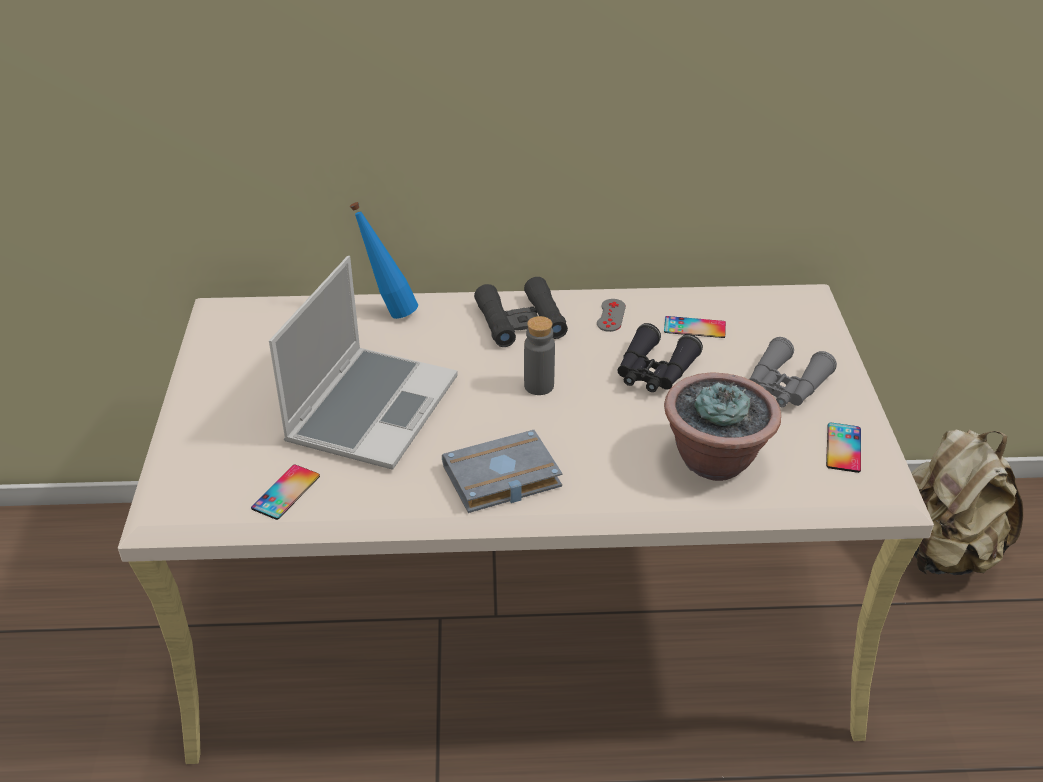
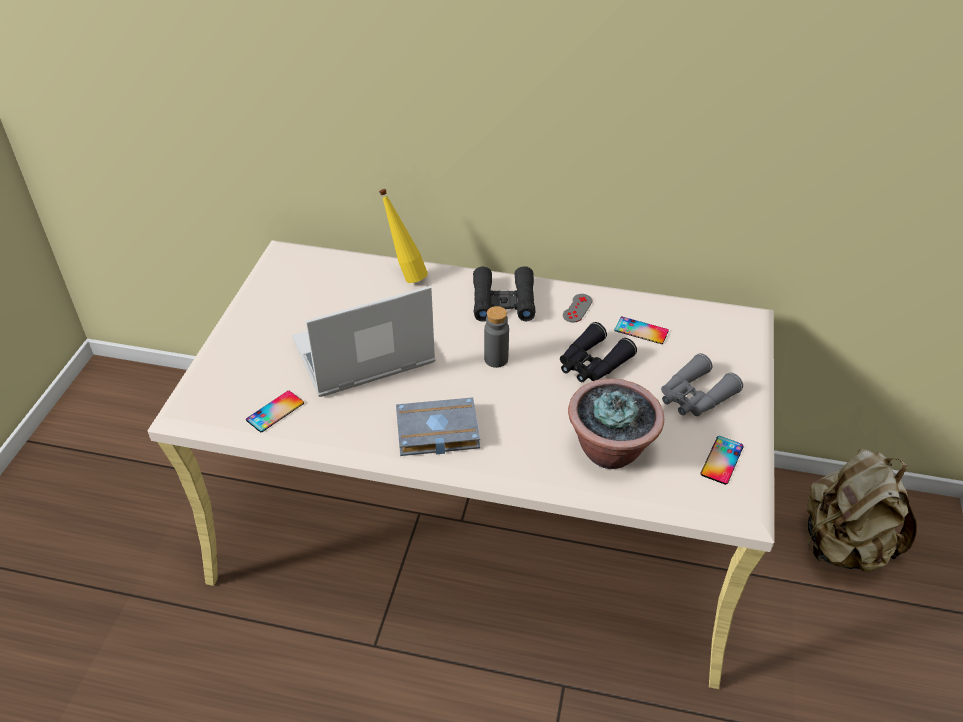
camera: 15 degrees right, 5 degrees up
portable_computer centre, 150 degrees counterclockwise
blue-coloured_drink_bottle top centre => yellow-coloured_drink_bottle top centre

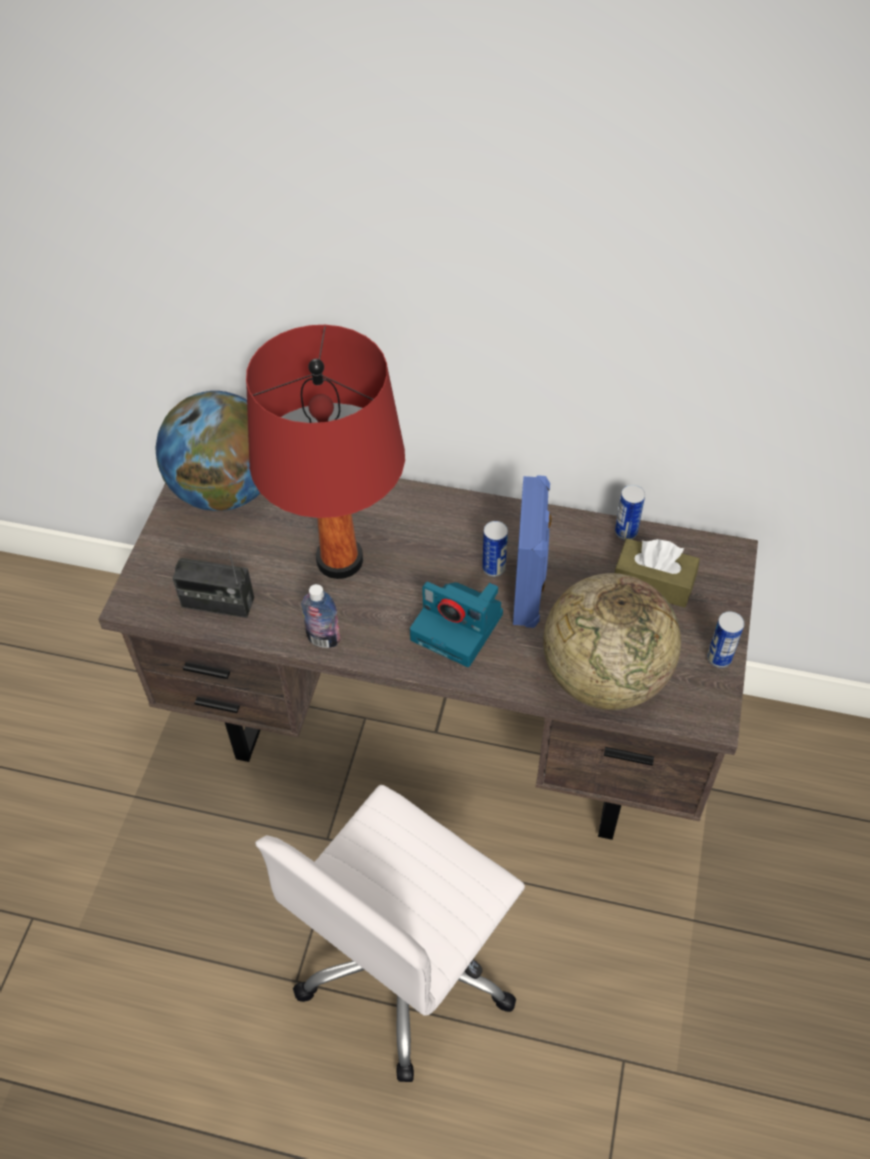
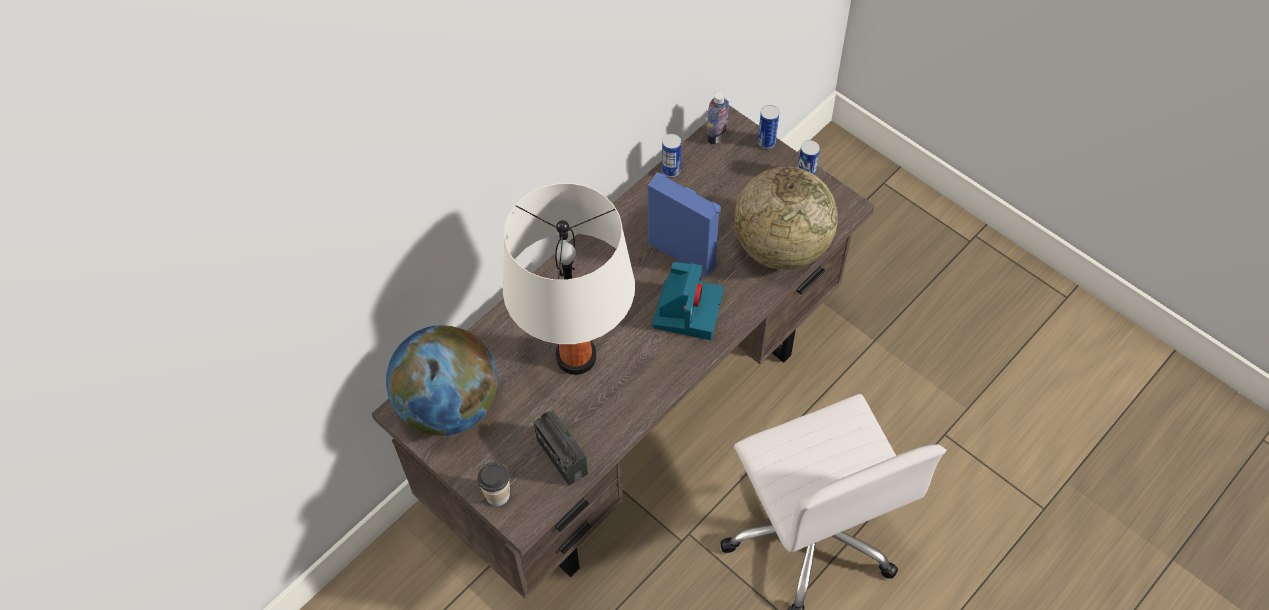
camera: 60 degrees left, 5 degrees up
radio middle left => radio bottom centre, 105 degrees clockwise
red_lamp_for_a_table centre => whitish_lamp_for_a_table centre
drink_bottle centre => drink_bottle top centre, shifted
still_camera centre, 45 degrees counterclockwise
can (no. 1 from left in the first image) centre => can (no. 2 from left) top centre, shifted
brownish_box_of_tissues middle right => nothing
nothing => drinking_cup bottom centre

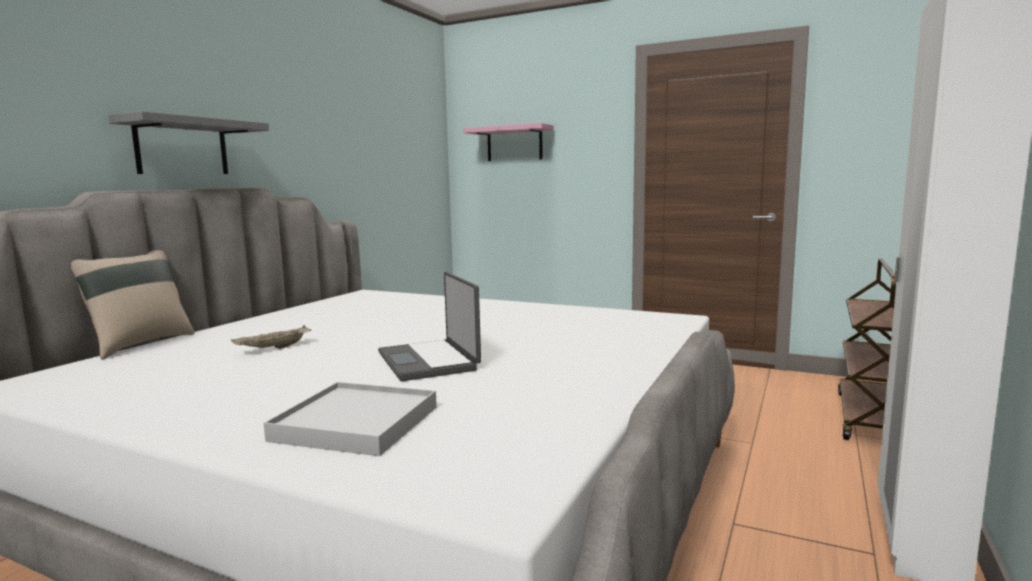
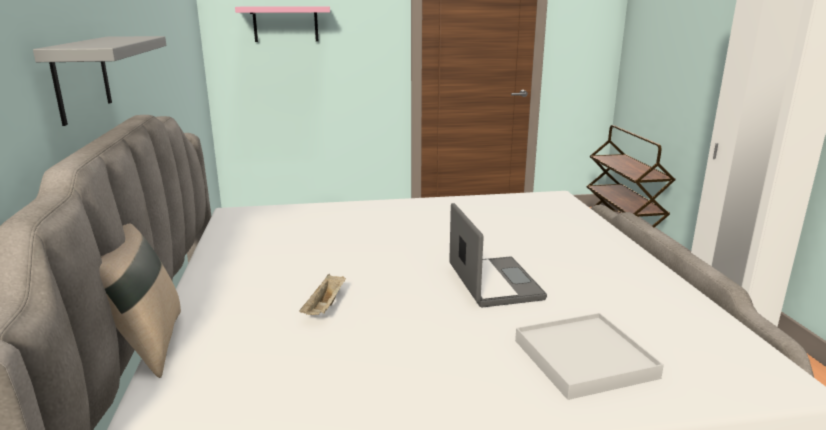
camera: 35 degrees left, 10 degrees up
portable_computer centre, 135 degrees counterclockwise

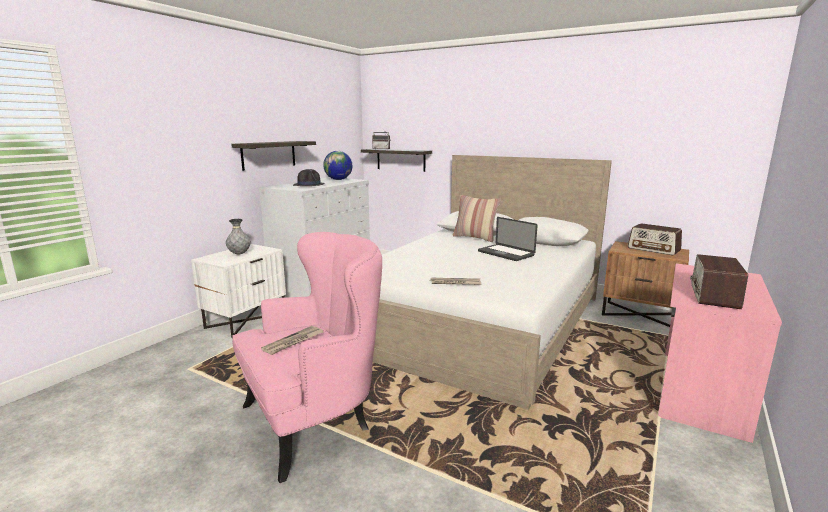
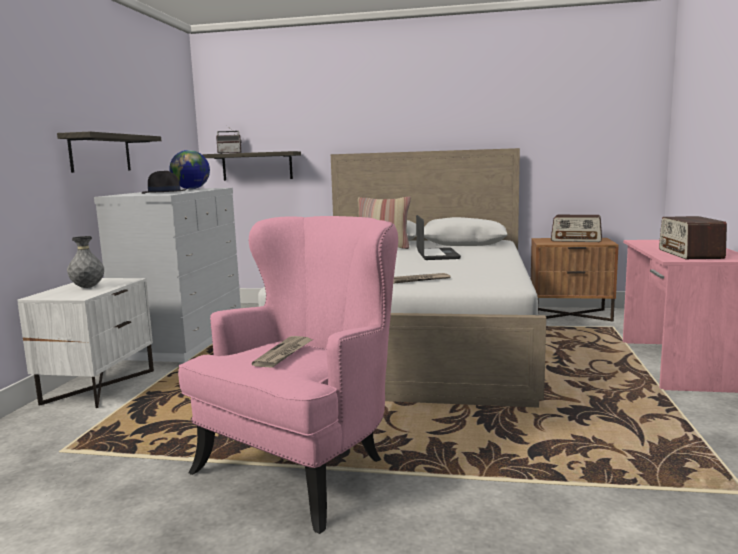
camera: 20 degrees left, 5 degrees down
portable_computer centre, 120 degrees counterclockwise

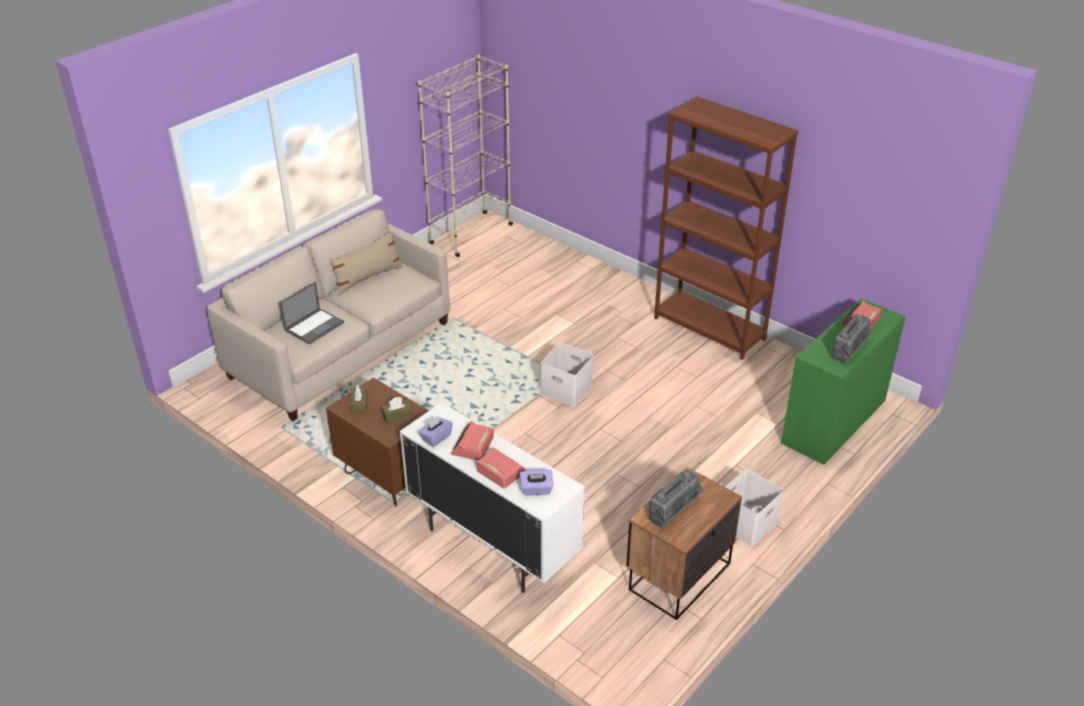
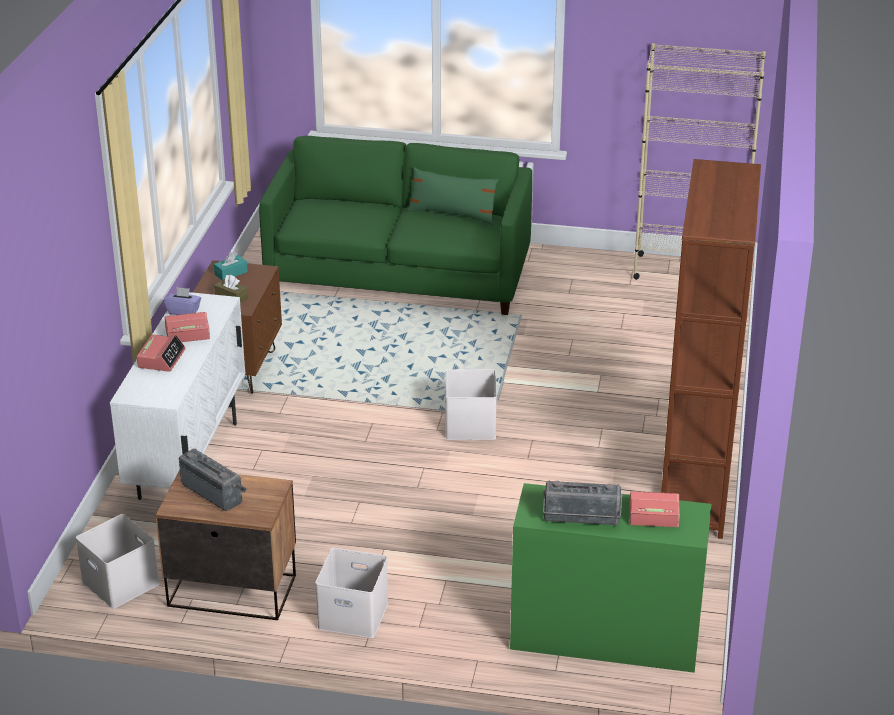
camera: 60 degrees right, 5 degrees down
sand-coloured_couch middle left => green-coloured_couch top centre
portable_computer middle left => nothing
sand-coloured_pillow centre => green-coloured_pillow top centre
brownish_box_of_tissues (no. 1 from left) middle left => blue-green_box_of_tissues middle left
purple_box_of_tissues (no. 2 from left) bottom centre => nothing
radio (no. 1 from left) bottom centre => radio (no. 1 from left) bottom left, 150 degrees counterclockwise
nothing => whitish_storage_box (no. 1 from left) bottom left

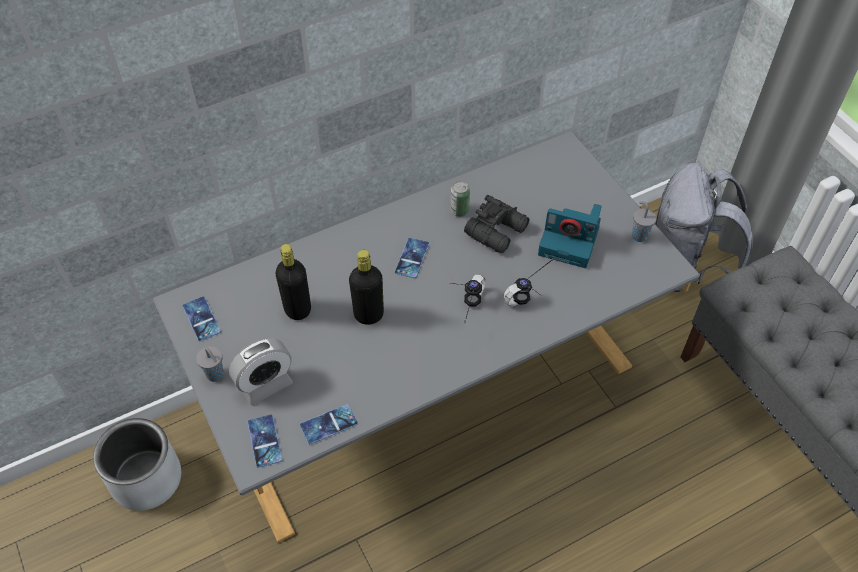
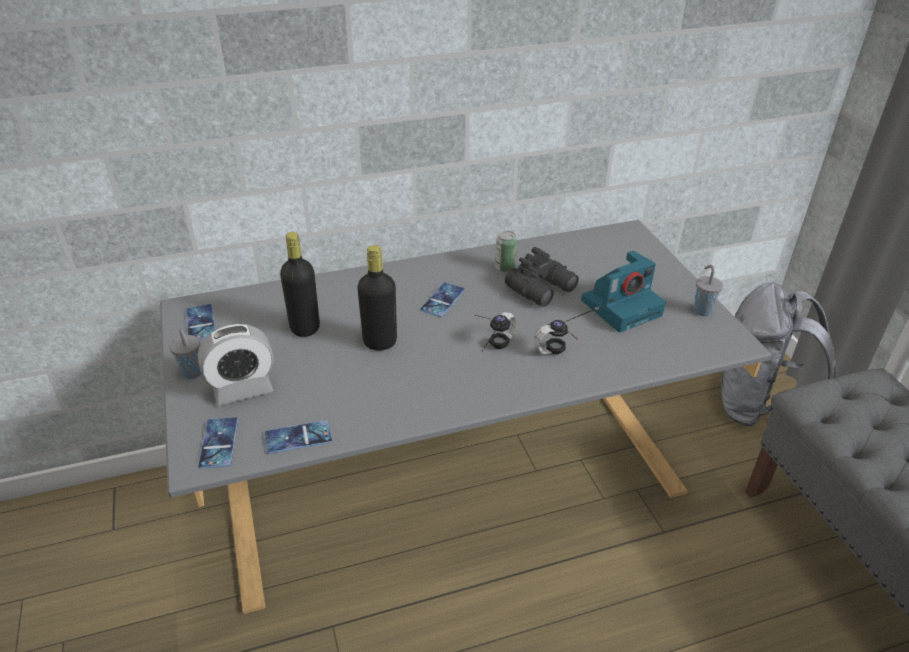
camera: 10 degrees right, 15 degrees down
gray_plant_pot bottom left => nothing
still_camera centre => still_camera middle right, 60 degrees counterclockwise

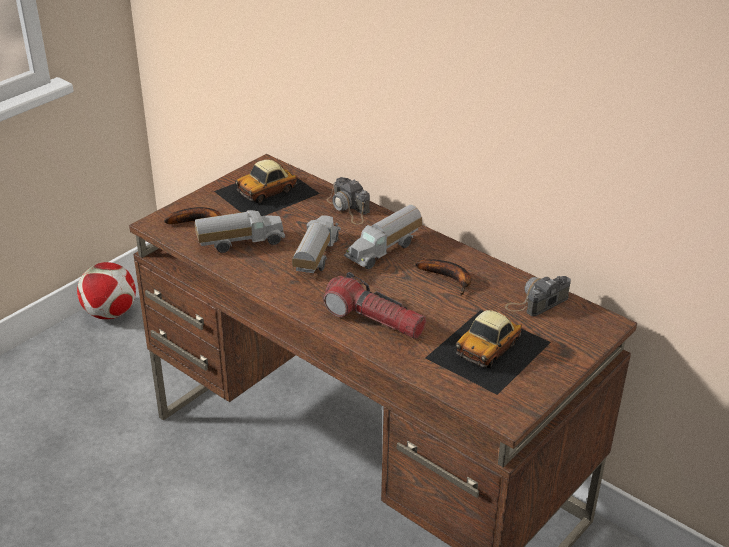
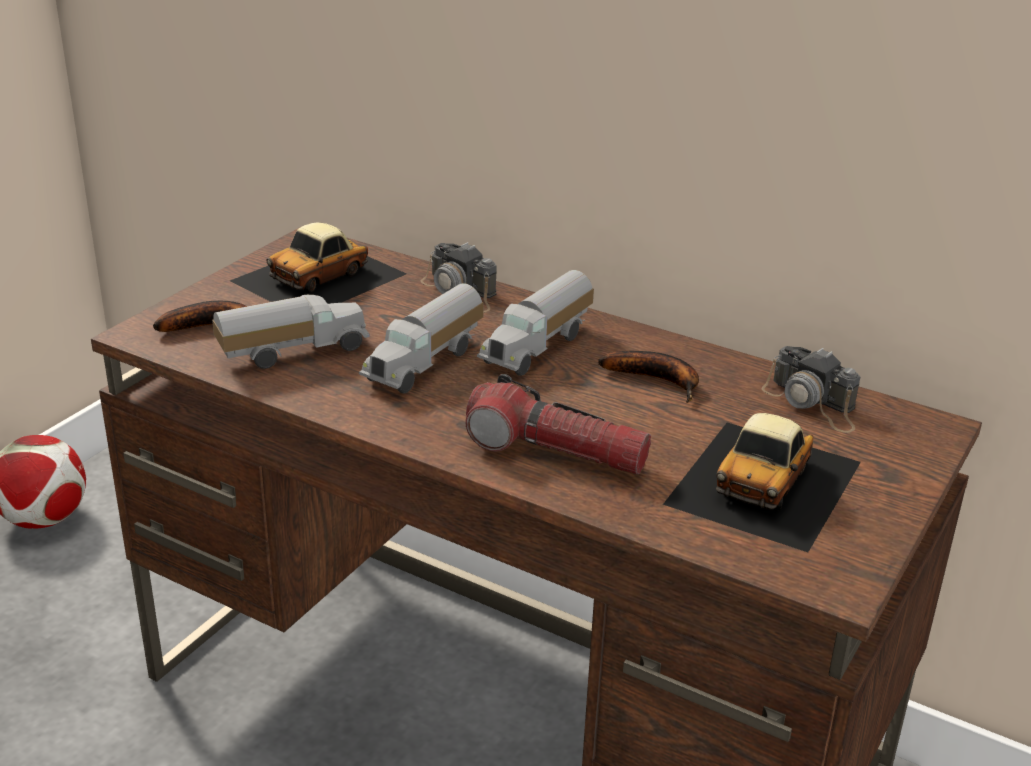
camera: 10 degrees left, 5 degrees down
model_truck (no. 2 from left) centre, 150 degrees counterclockwise
still_camera (no. 2 from left) middle right, 90 degrees counterclockwise

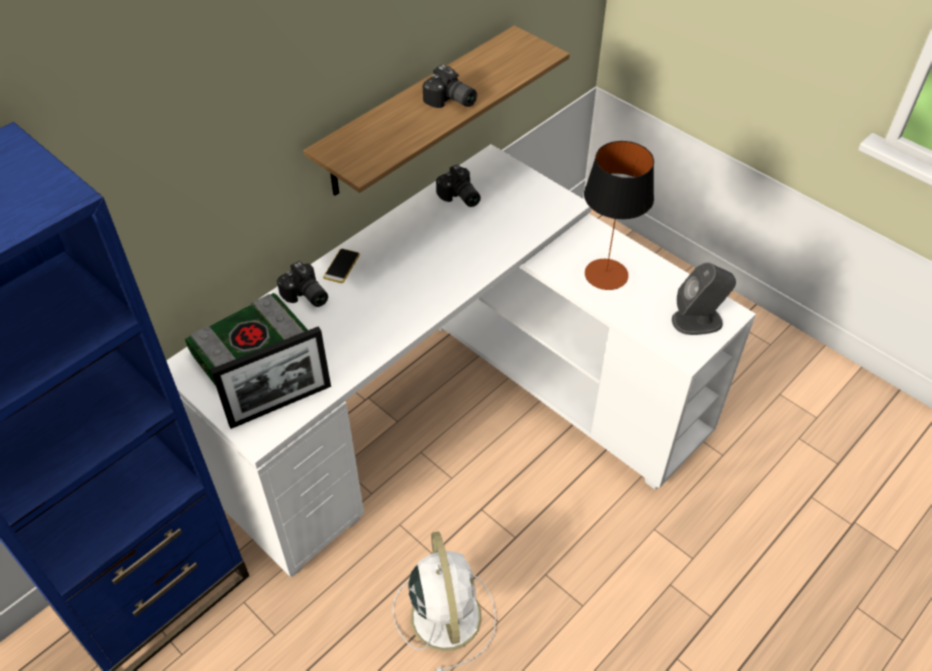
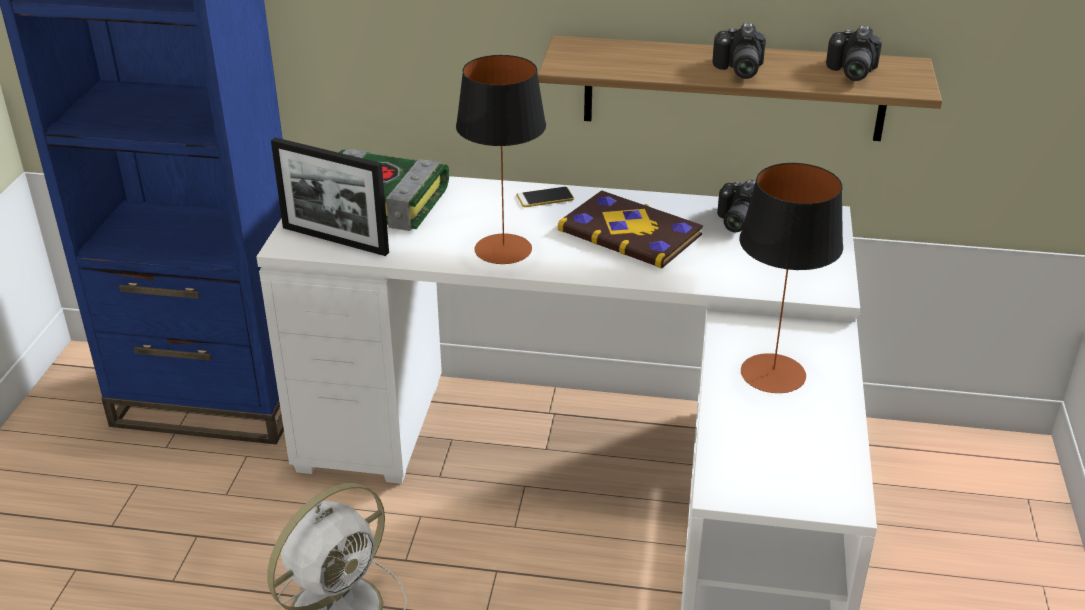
camera: 55 degrees right, 15 degrees down
still_camera (no. 1 from left in the first image) middle left => still_camera (no. 3 from left) top right, shifted
gray_speaker middle right => nothing
nothing => lamp_for_a_table (no. 1 from left) top centre
nothing => bound_book (no. 2 from left) centre

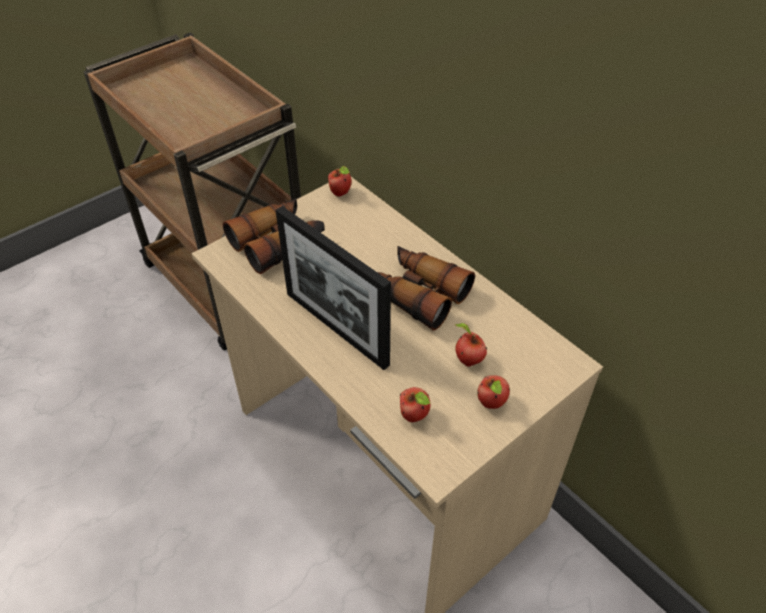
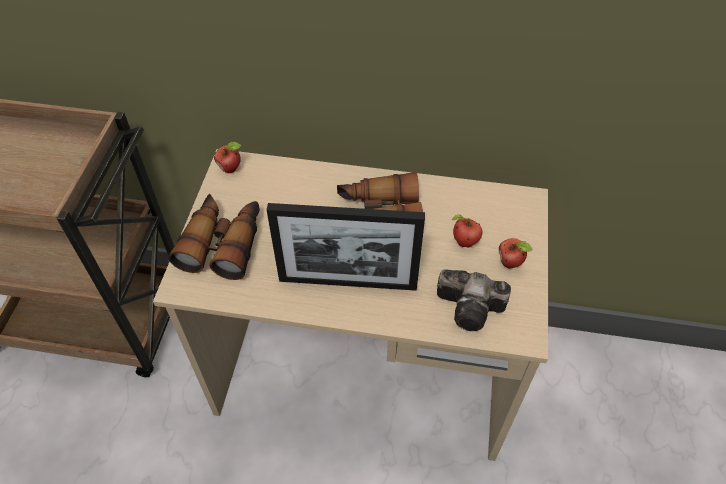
camera: 40 degrees left, 5 degrees up
whole_apple (no. 2 from left) centre => still_camera centre

